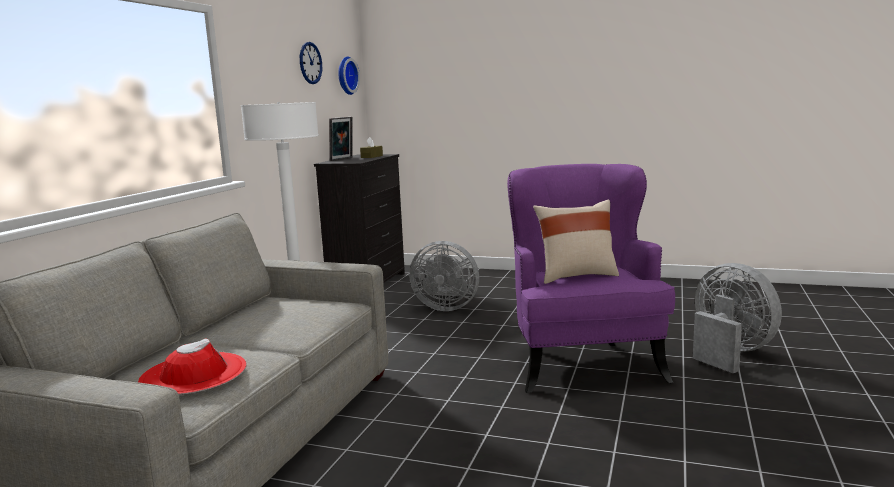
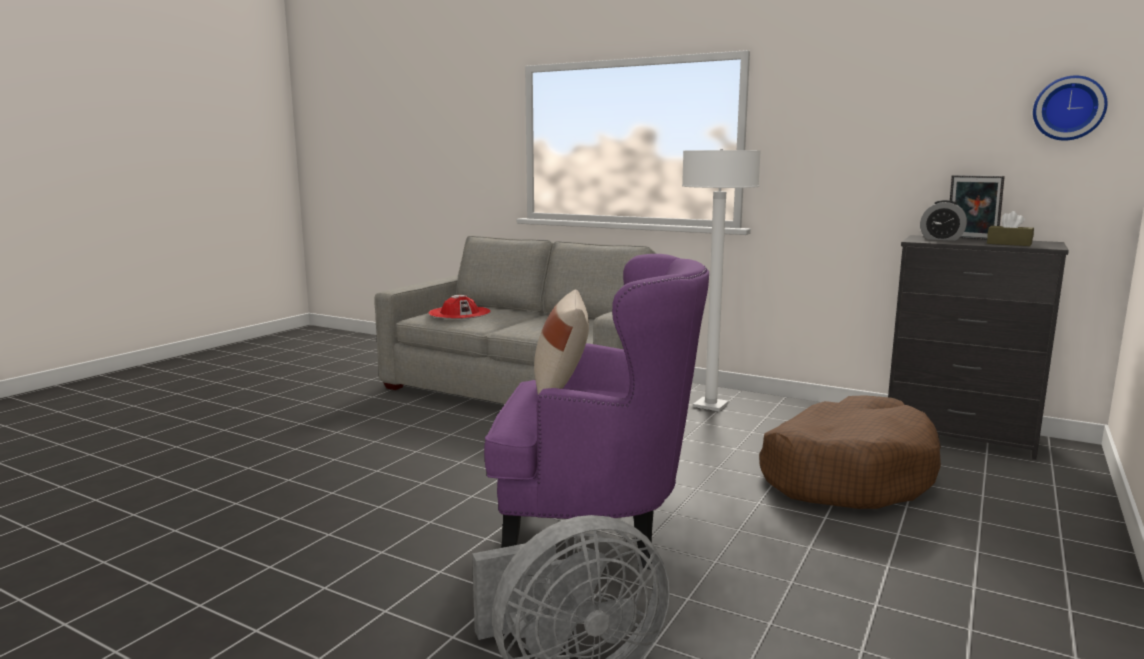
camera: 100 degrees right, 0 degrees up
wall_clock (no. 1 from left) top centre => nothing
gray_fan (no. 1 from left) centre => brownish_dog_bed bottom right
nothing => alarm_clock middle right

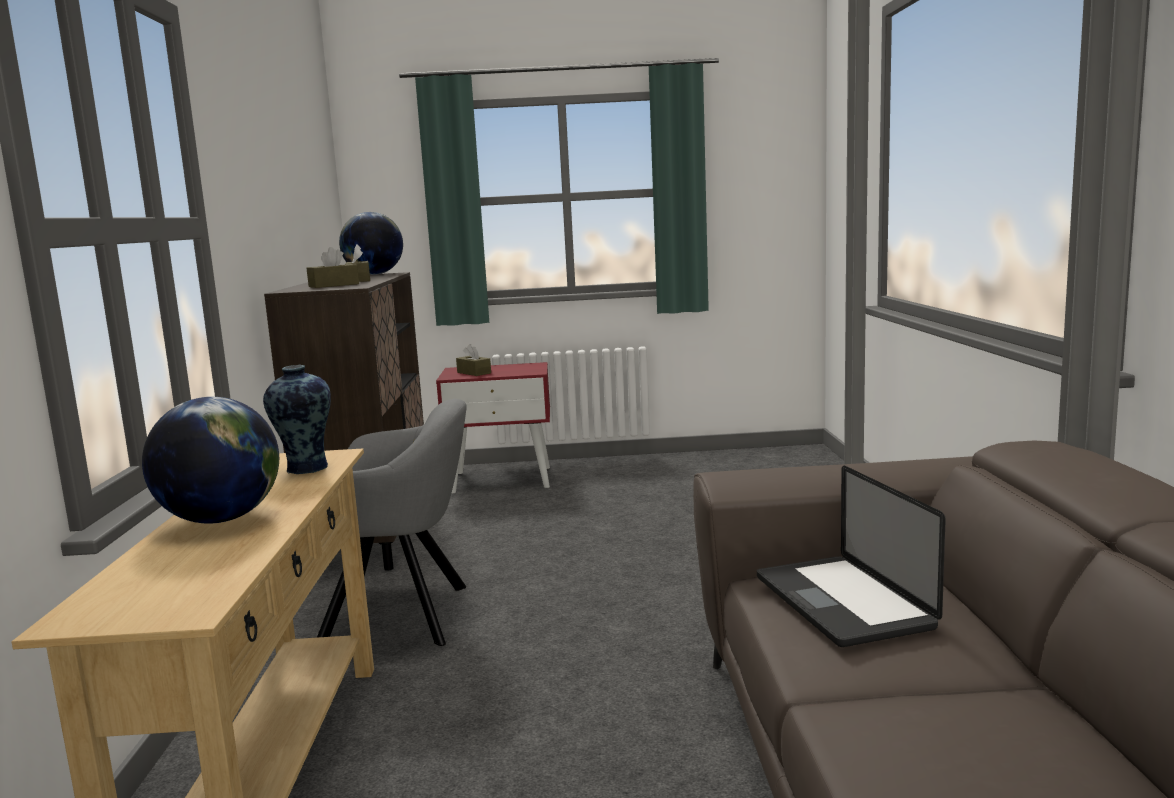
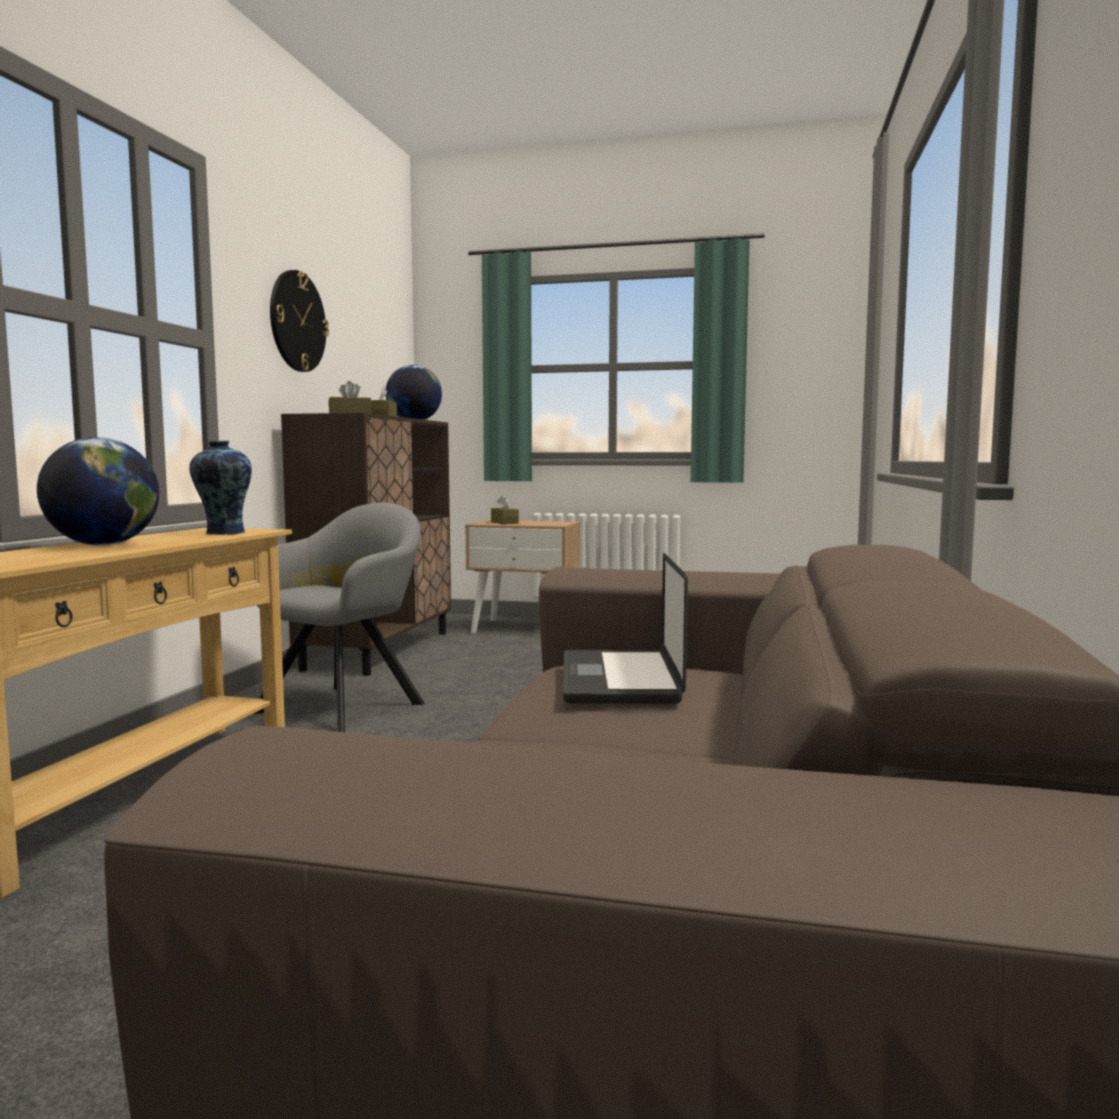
camera: 15 degrees right, 5 degrees down
gray_lounge_chair centre => gray_lounge_chair middle left, 75 degrees counterclockwise
red_nightstand centre => sand-coloured_nightstand centre
nothing => wall_clock top left

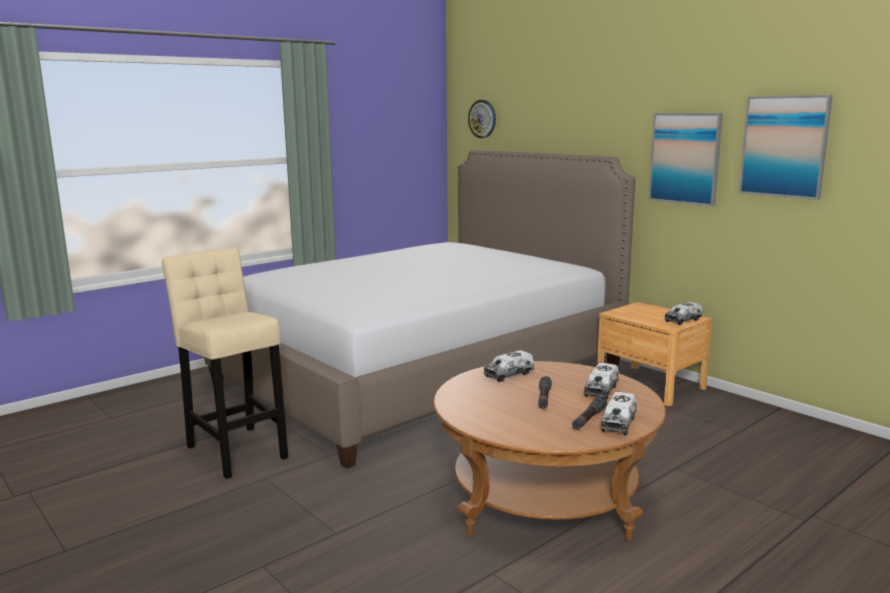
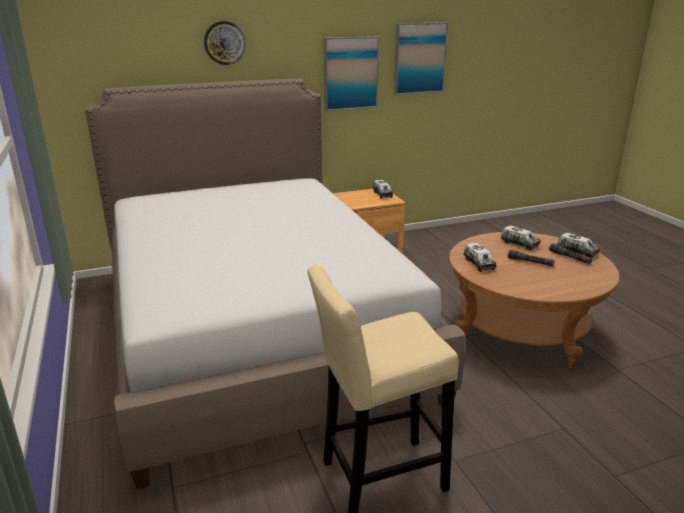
camera: 70 degrees left, 10 degrees up
wall_clock top centre => wall_clock top left, shifted

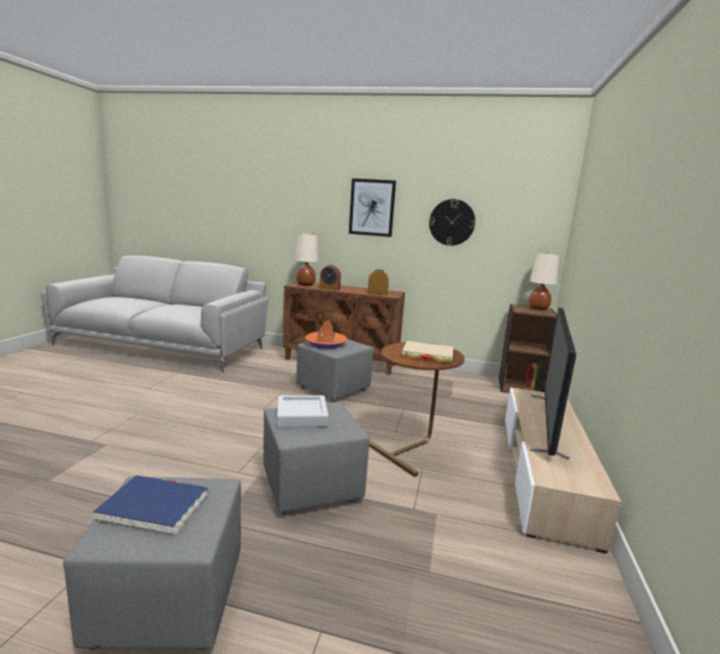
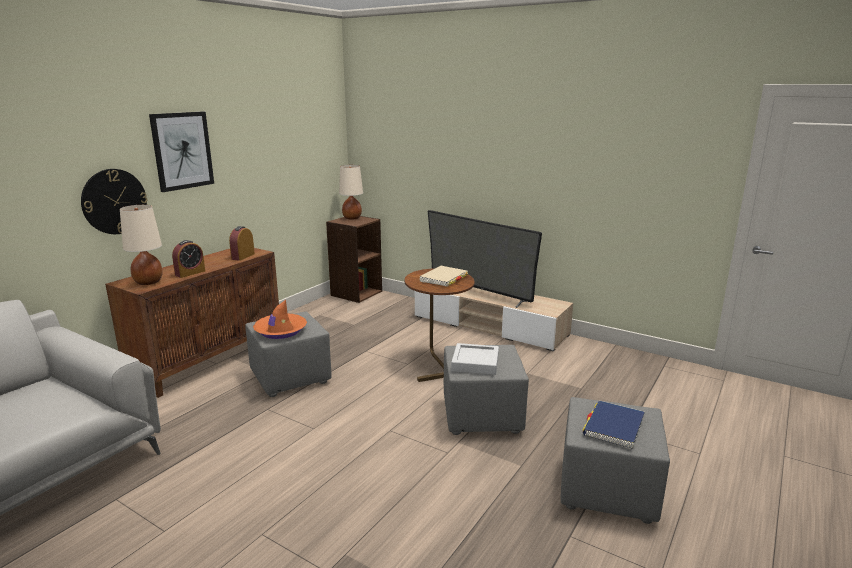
camera: 70 degrees left, 5 degrees up
wall_clock centre => wall_clock middle left, shifted

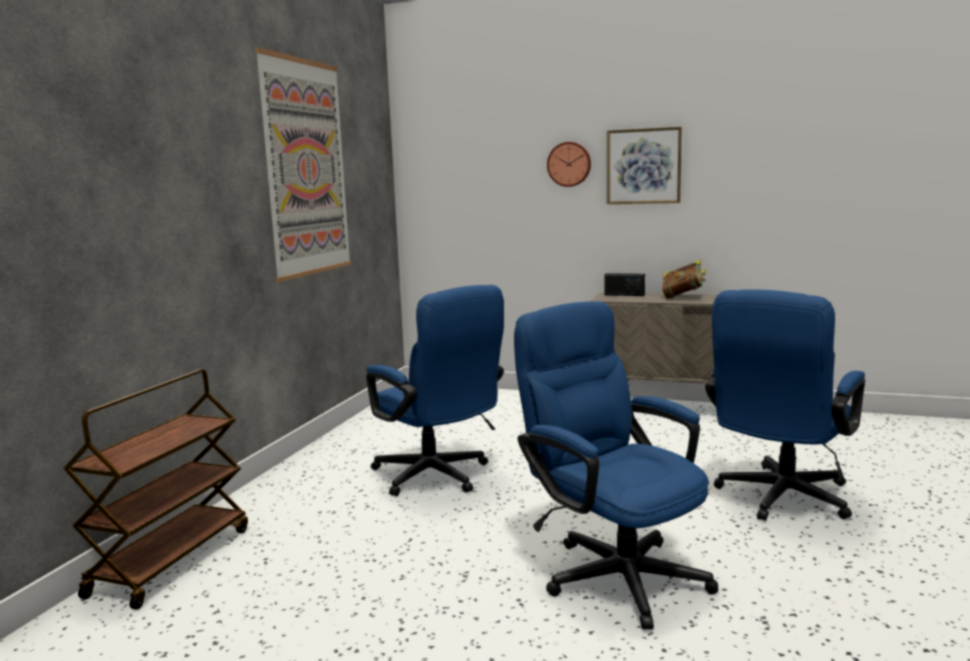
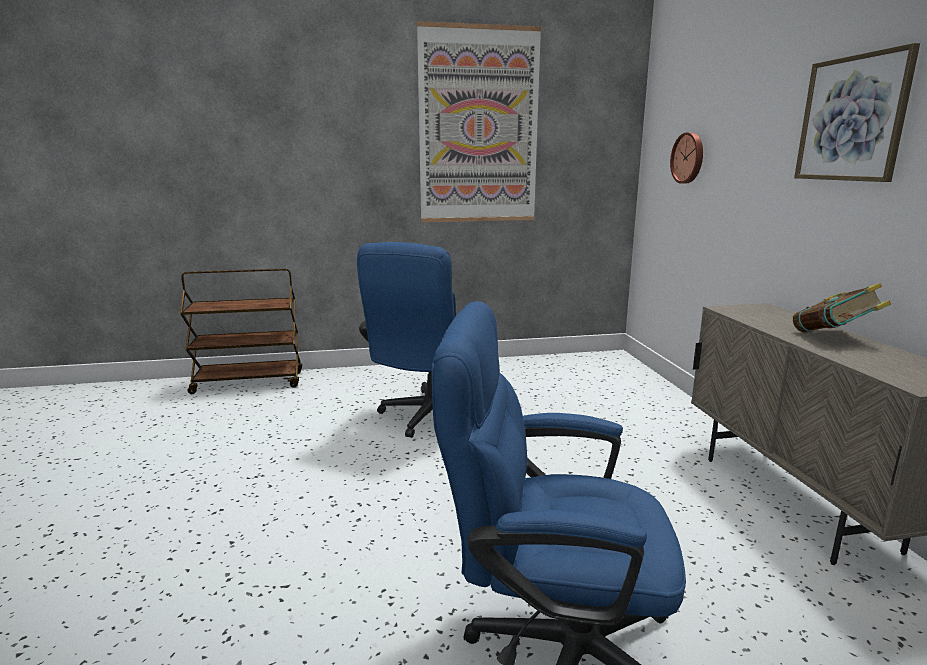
camera: 60 degrees right, 5 degrees up
blue-coloured_office_chair (no. 2 from left) bottom centre => nothing
wall_clock top centre => wall_clock top right, shifted
radio centre => nothing

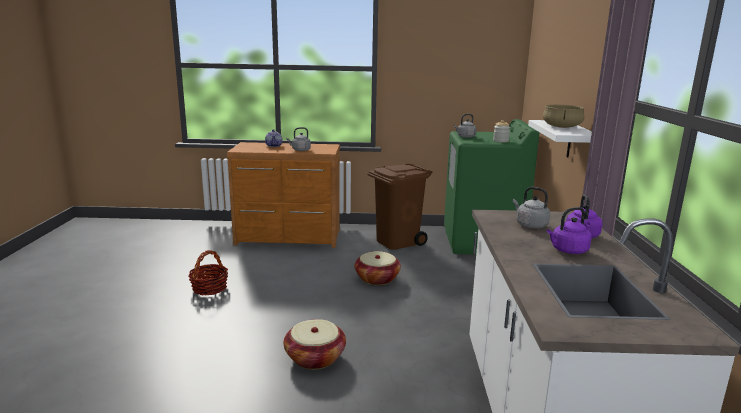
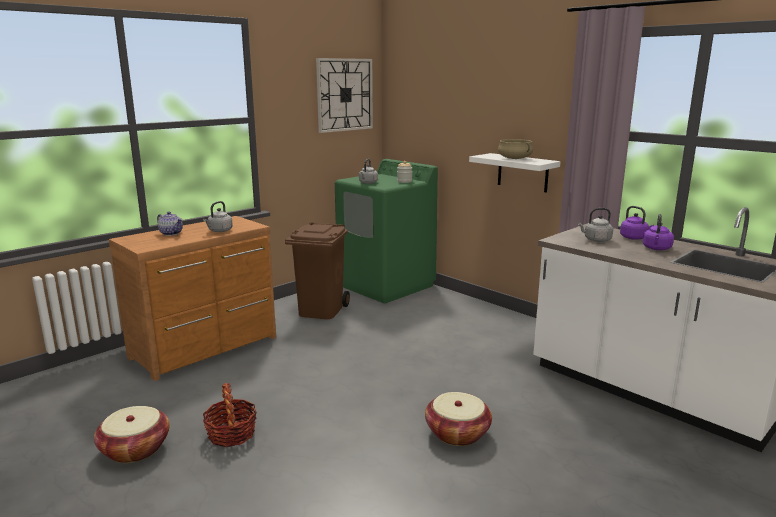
camera: 45 degrees left, 0 degrees up
household_basket (no. 3 from left in the first image) centre => household_basket (no. 1 from left) bottom left, shifted
nothing => wall_clock top centre

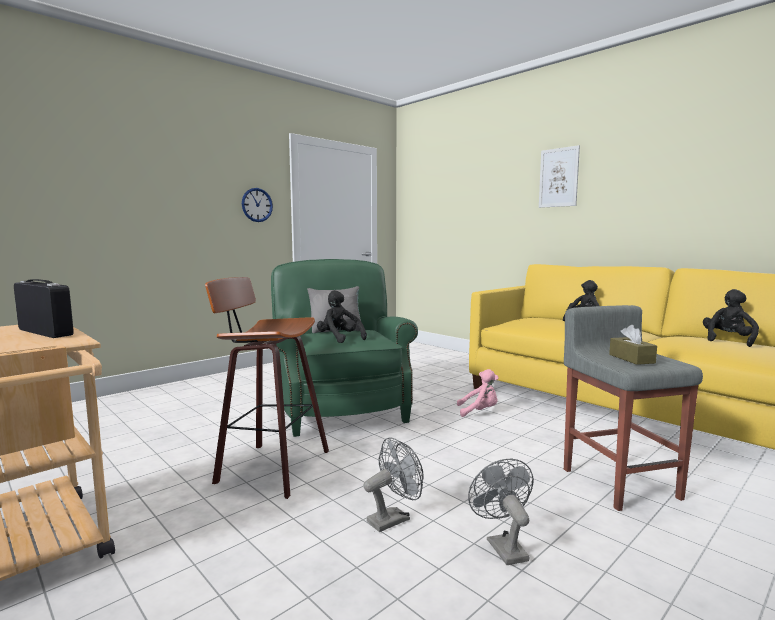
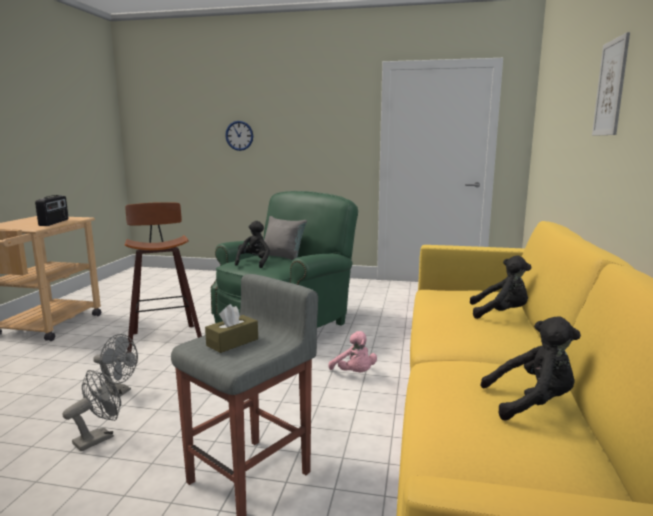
camera: 55 degrees right, 5 degrees up
wall_clock top left => wall_clock top centre, shifted

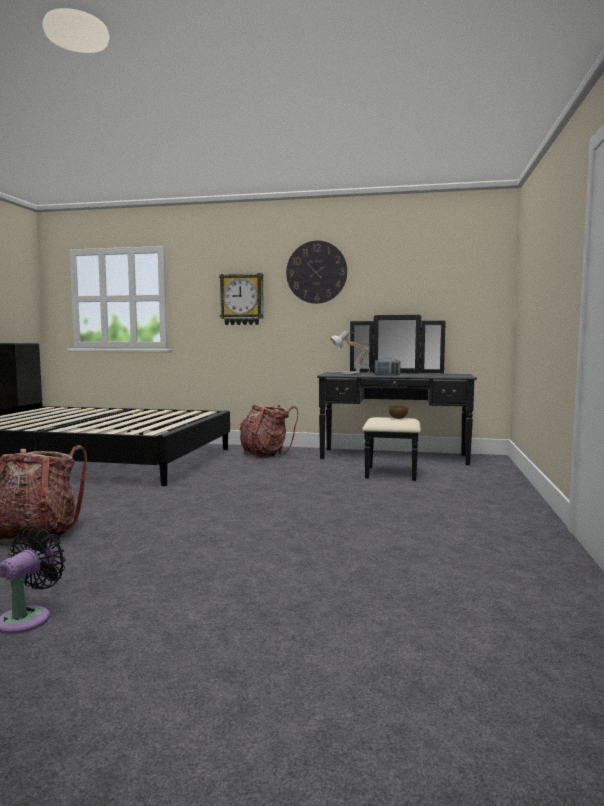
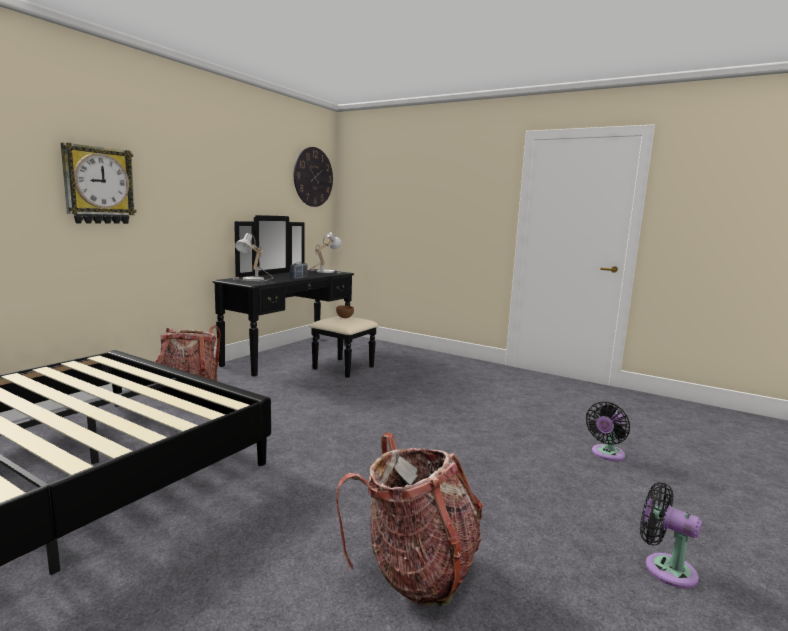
camera: 70 degrees left, 5 degrees up
wall_clock (no. 2 from left) centre => wall_clock (no. 2 from left) top centre, shifted
nothing => lamp_for_a_table (no. 2 from left) centre
nothing => black-coloured_fan (no. 1 from left) bottom right

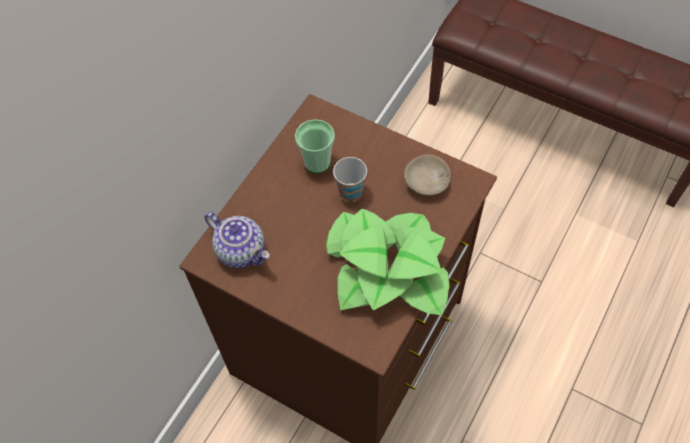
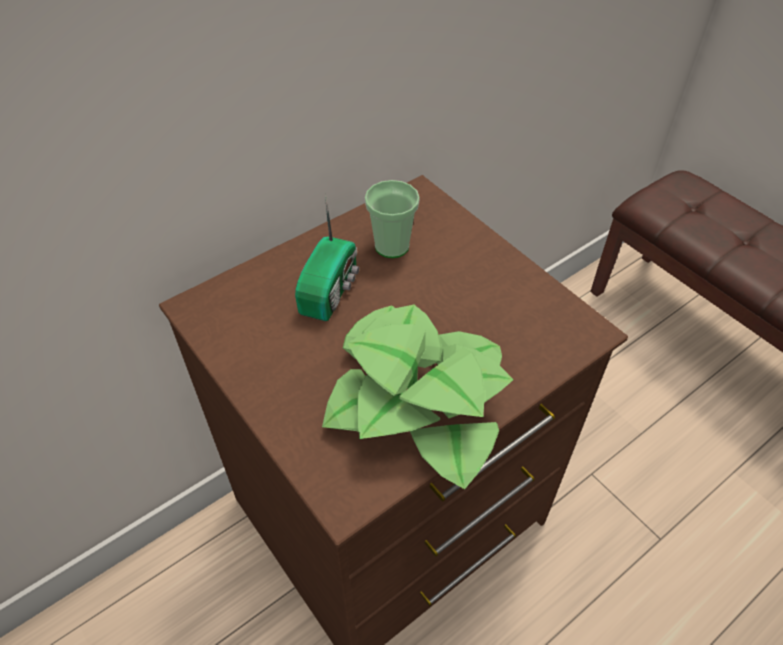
camera: 20 degrees right, 10 degrees down
tea_pot centre => nothing
drinking_cup (no. 2 from left) centre => nothing
sand-coloured_deep_dish centre => nothing
nothing => radio centre

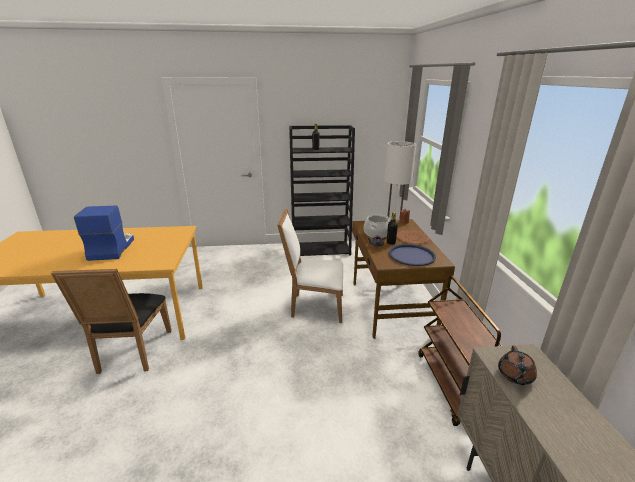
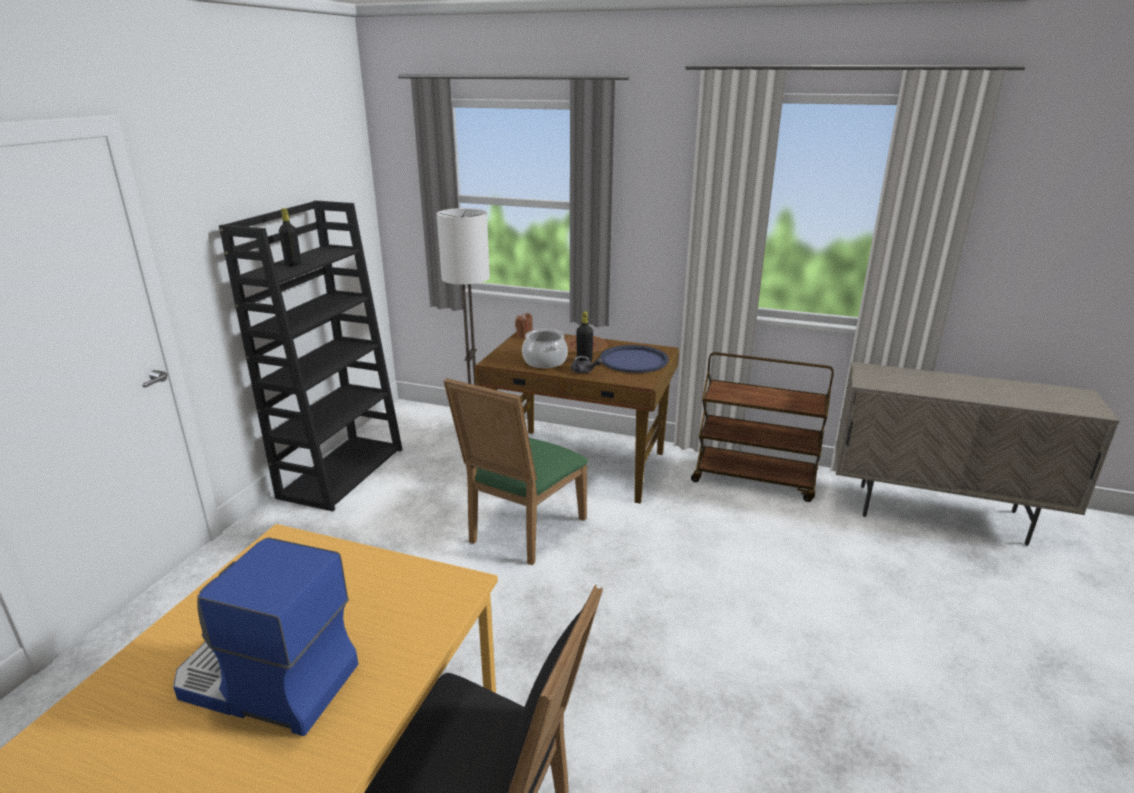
camera: 65 degrees left, 0 degrees up
whitish_plain_chair centre => green-coloured_plain_chair centre
brownish_tea_pot bottom right => nothing

